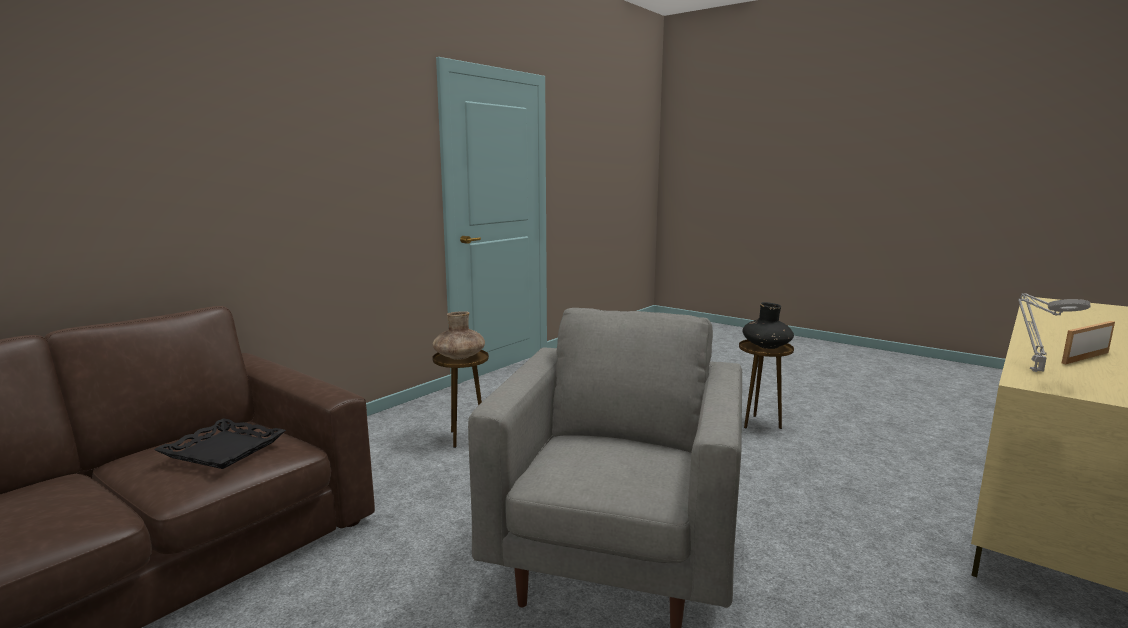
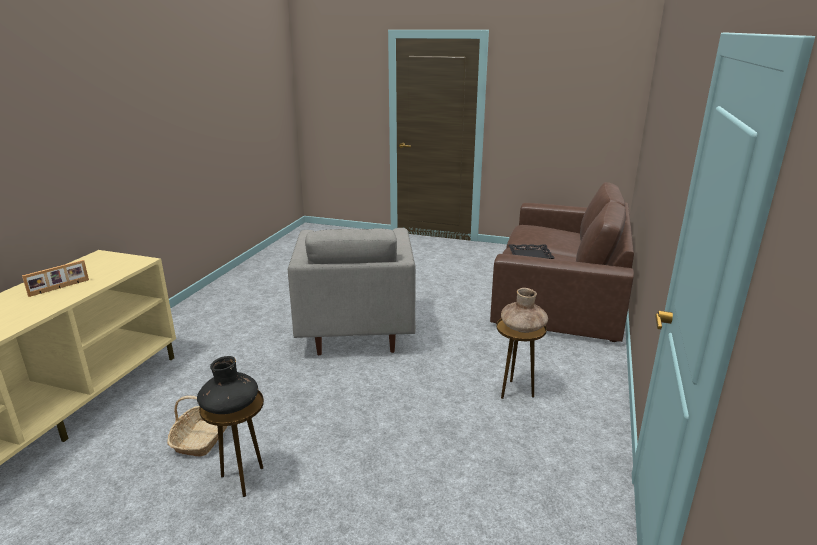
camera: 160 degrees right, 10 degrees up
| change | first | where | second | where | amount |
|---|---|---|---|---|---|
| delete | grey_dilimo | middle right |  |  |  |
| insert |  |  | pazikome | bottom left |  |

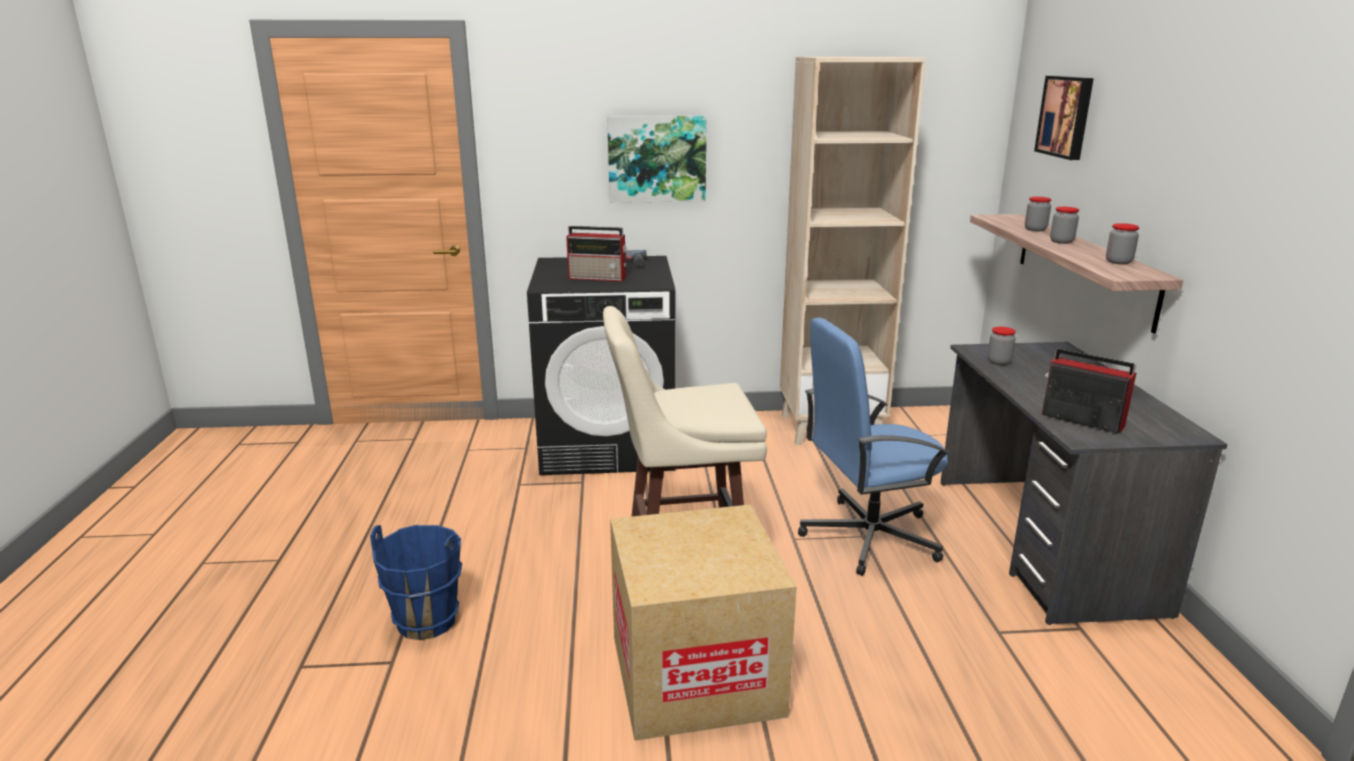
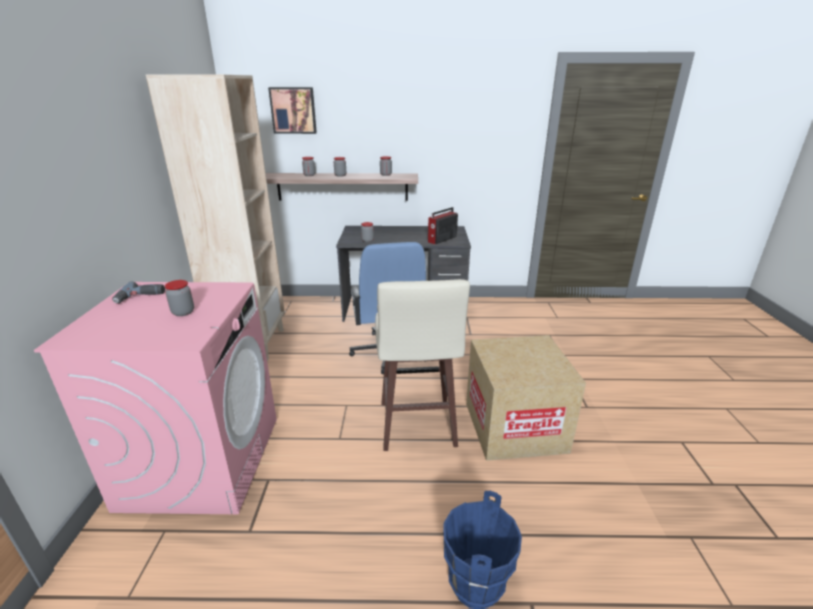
camera: 85 degrees left, 5 degrees up
| change | first | where | second | where | amount |
|---|---|---|---|---|---|
| delete | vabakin (1st from left) | top centre |  |  |  |
| replace | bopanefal (1st from left) | top centre | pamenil (1st from left) | middle left |  |
| recolor | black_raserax | centre | pink_raserax | middle left |  |

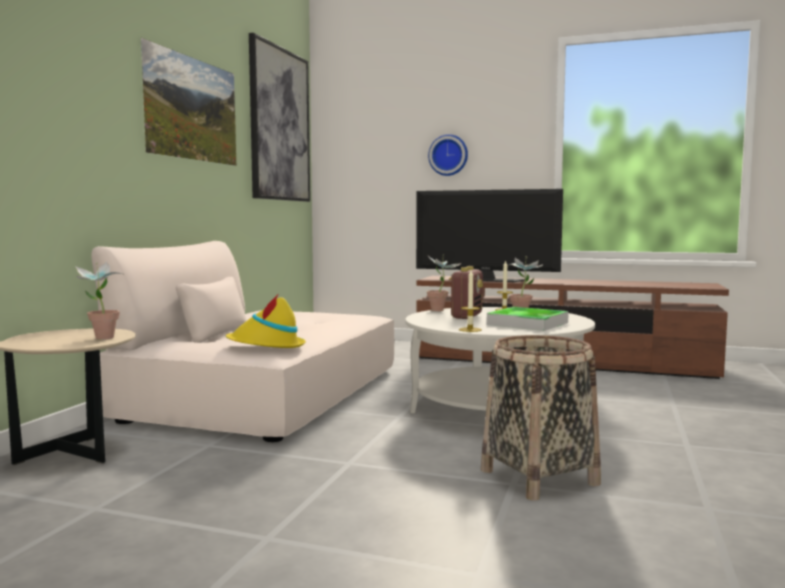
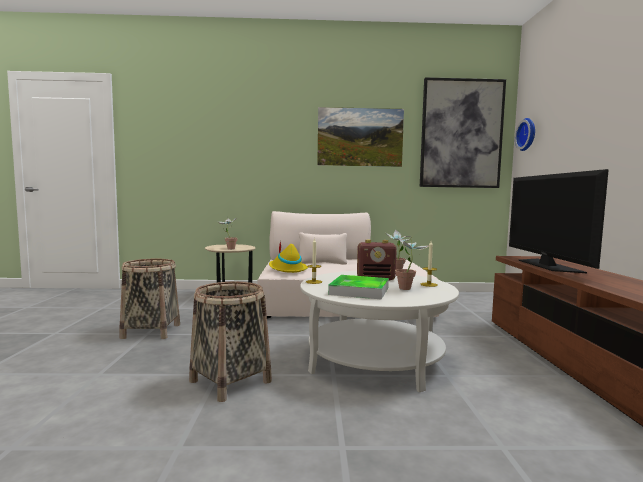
camera: 70 degrees right, 0 degrees up
| change | first | where | second | where | amount |
|---|---|---|---|---|---|
| insert |  |  | pazikome (1st from left) | middle left |  |
| move | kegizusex | top centre |  | top right |  |

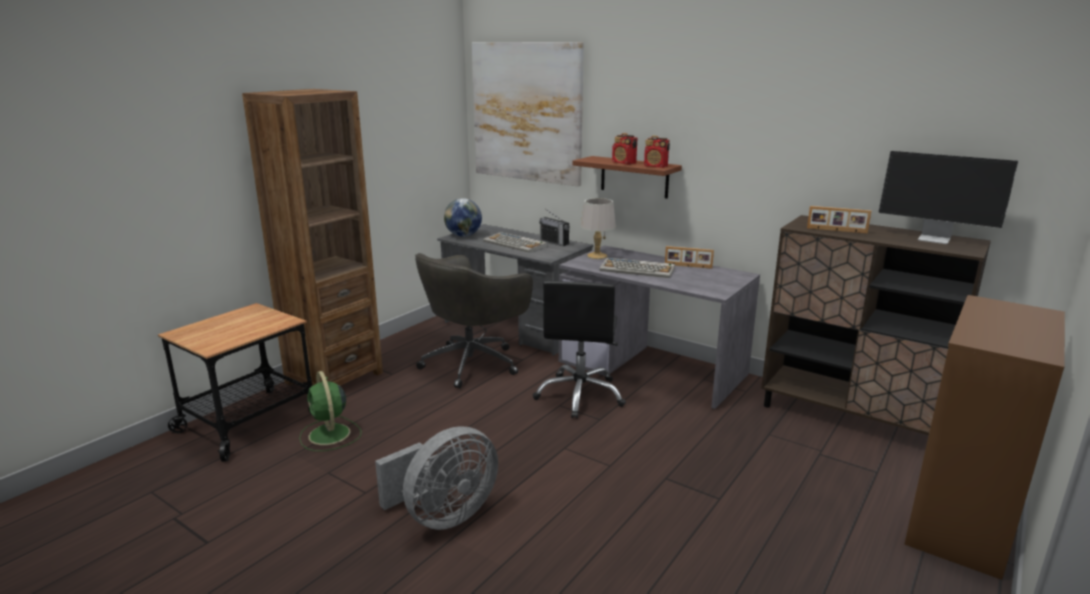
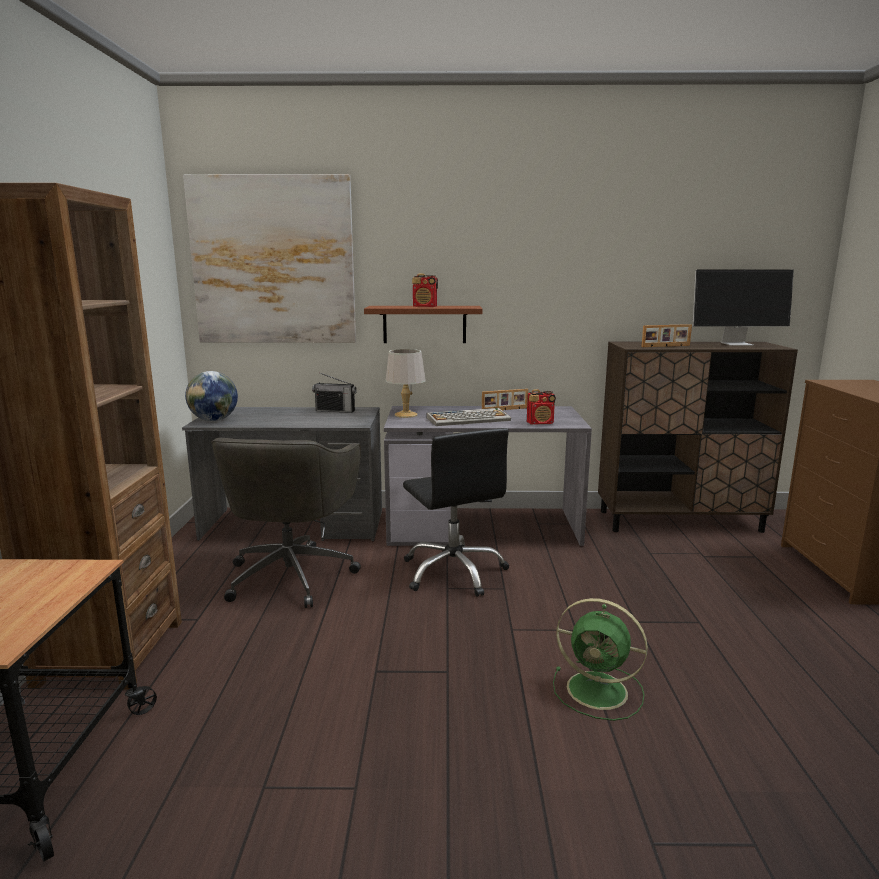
camera: 35 degrees left, 5 degrees down
| change | first | where | second | where | amount |
|---|---|---|---|---|---|
| delete | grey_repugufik | bottom centre |  |  |  |
| delete | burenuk (1st from left) | centre |  |  |  |
| move | green_repugufik | bottom left |  | bottom right |  |
| move | bopanefal (3rd from left) | top centre |  | centre |  |

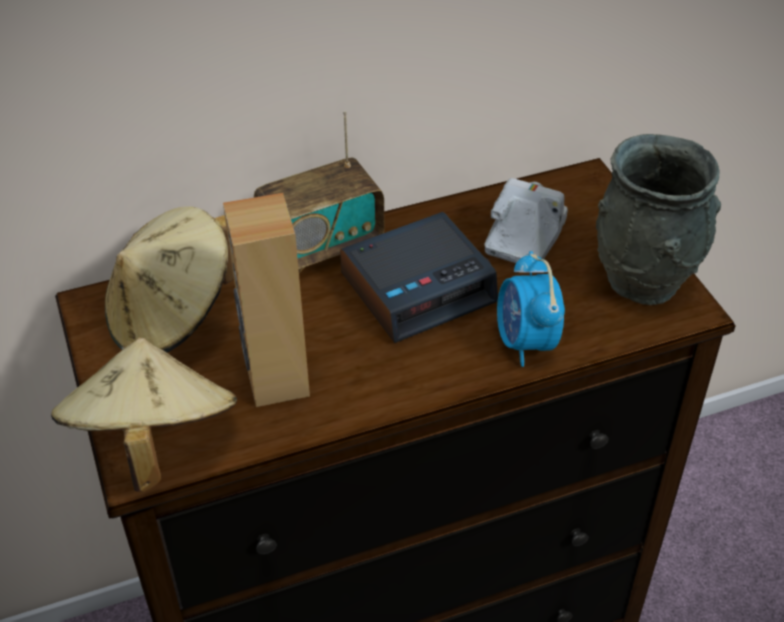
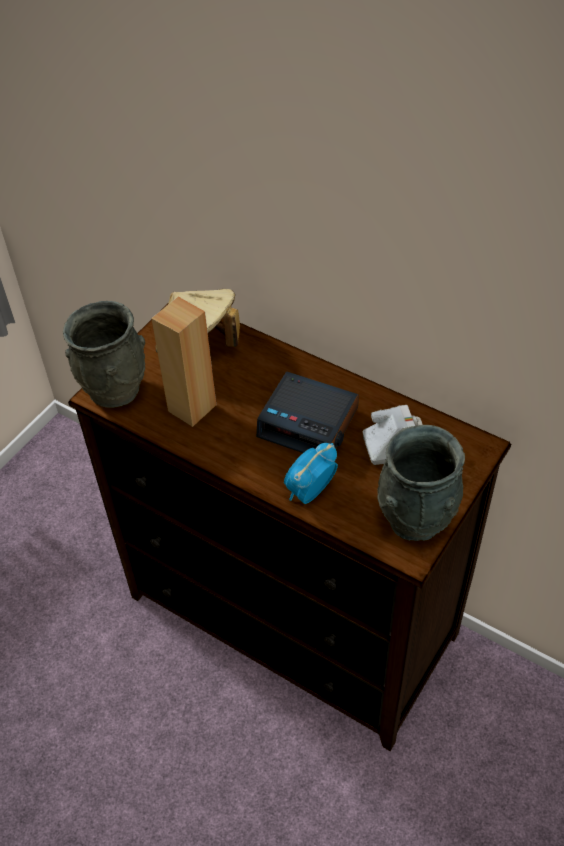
camera: 55 degrees right, 5 degrees up
| change | first | where | second | where | amount |
|---|---|---|---|---|---|
| delete | bopanefal | top centre |  |  |  |
| replace | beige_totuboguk (1st from left) | middle left | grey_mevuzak (1st from left) | middle left |  |

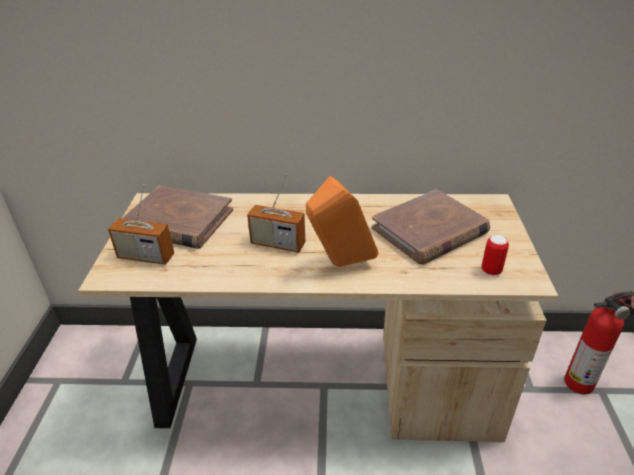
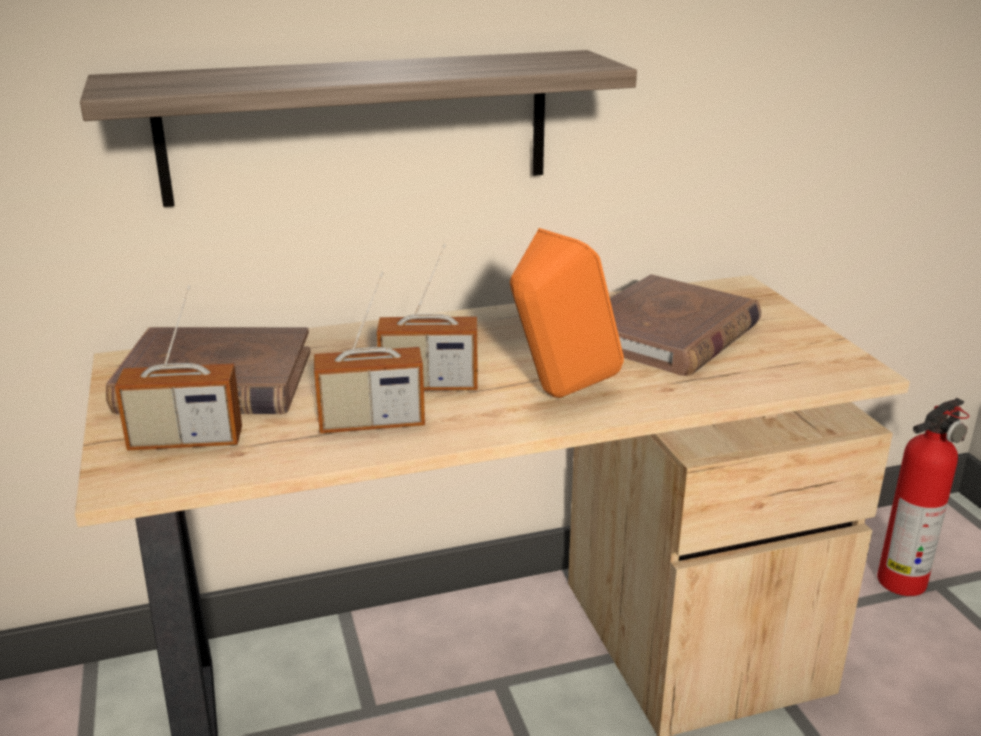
camera: 20 degrees left, 10 degrees down
| change | first | where | second | where | amount |
|---|---|---|---|---|---|
| delete | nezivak | middle right |  |  |  |
| insert |  |  | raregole | top centre |  |
| insert |  |  | bopanefal (2nd from left) | centre |  |

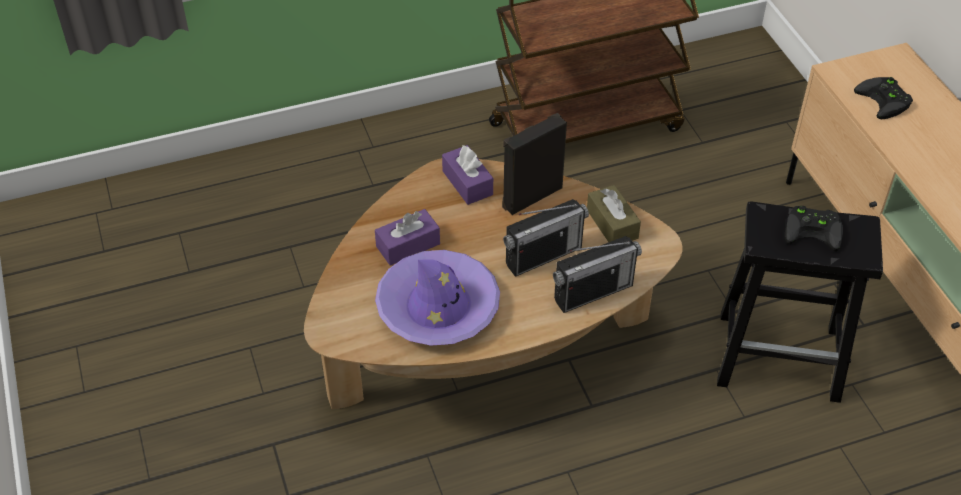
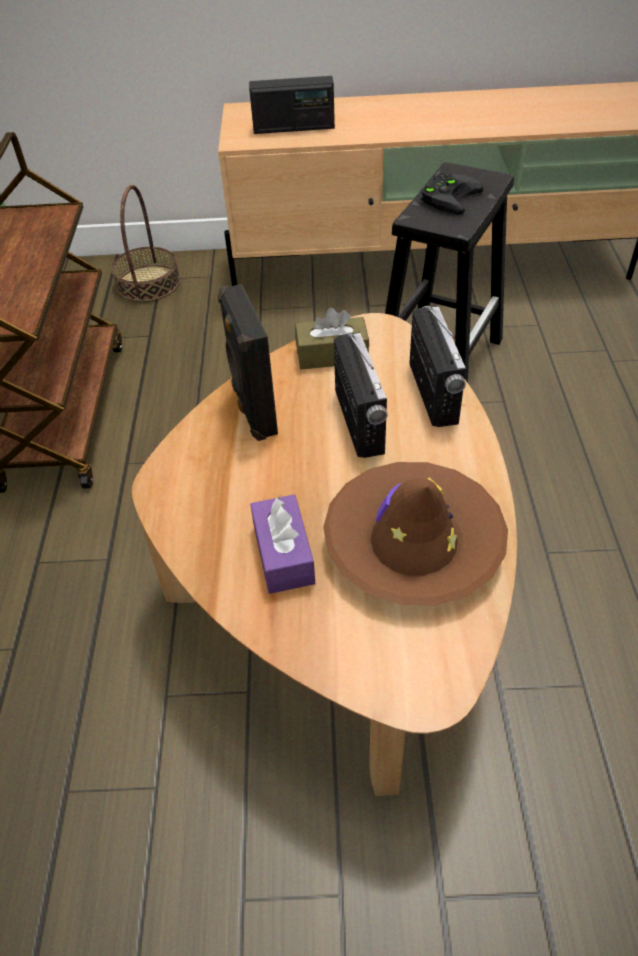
camera: 70 degrees left, 0 degrees up
| change | first | where | second | where | amount |
|---|---|---|---|---|---|
| delete | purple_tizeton (2nd from left) | centre |  |  |  |
| insert |  |  | pazikome | top left |  |
| replace | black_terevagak (2nd from left) | top right | bopanefal (1st from left) | top centre |  |
| recolor | purple_totuboguk | centre | brown_totuboguk | centre |  |

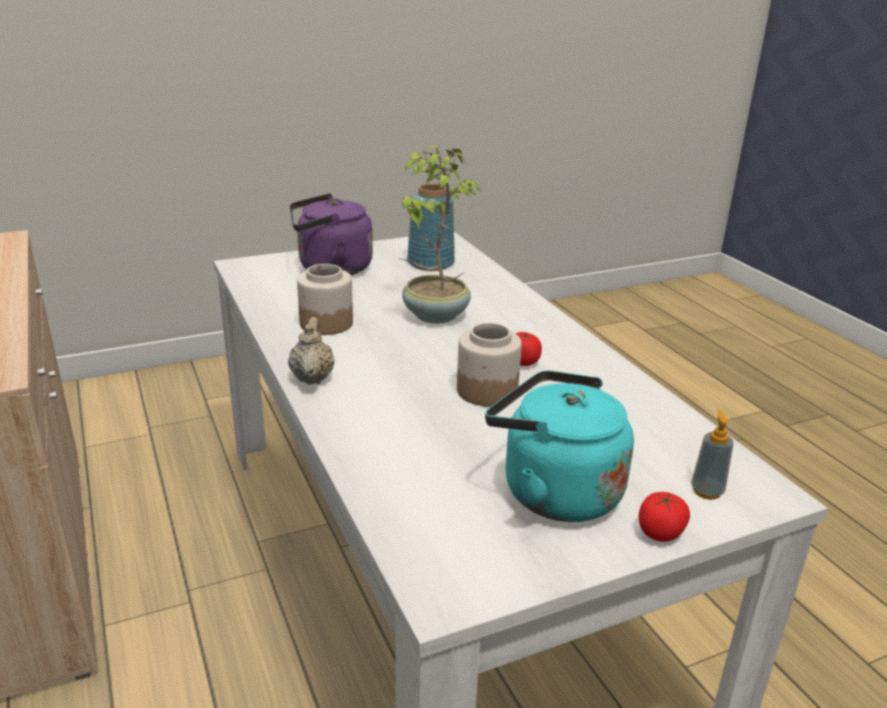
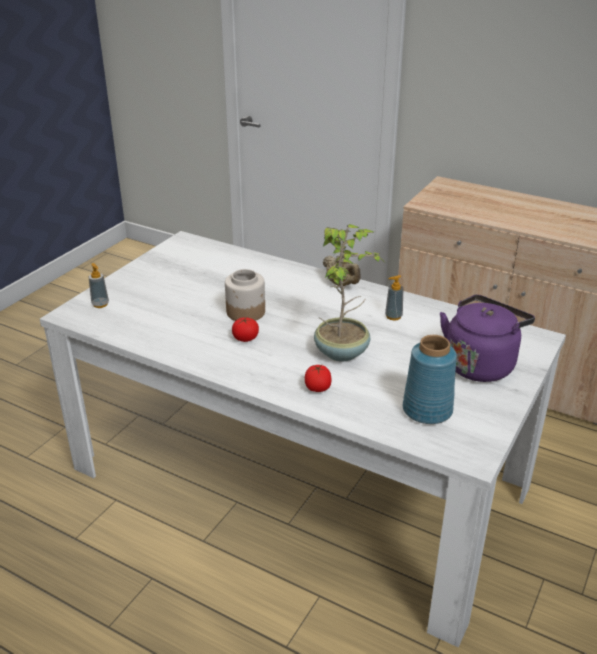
camera: 145 degrees right, 5 degrees up
| change | first | where | second | where | amount |
|---|---|---|---|---|---|
| delete | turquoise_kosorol | centre |  |  |  |
| move | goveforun (2nd from left) | bottom right |  | centre |  |
| replace | pamenil (1st from left) | centre | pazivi (2nd from left) | centre |  |

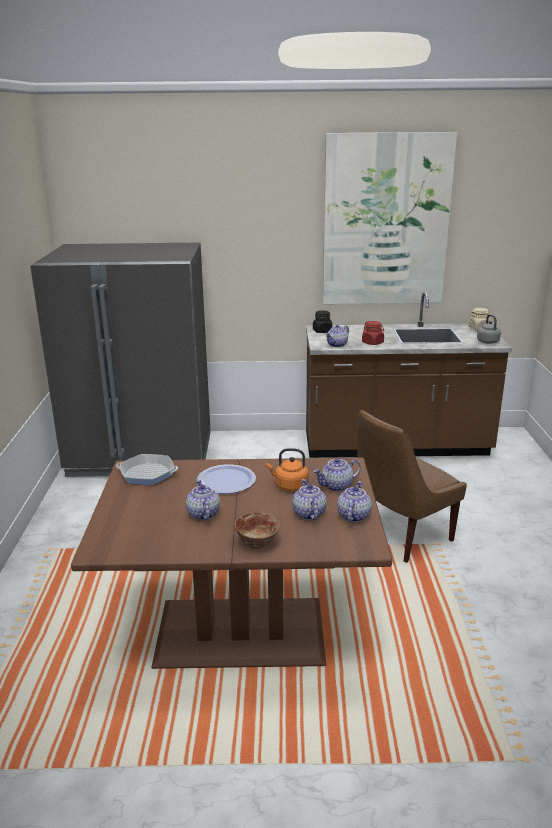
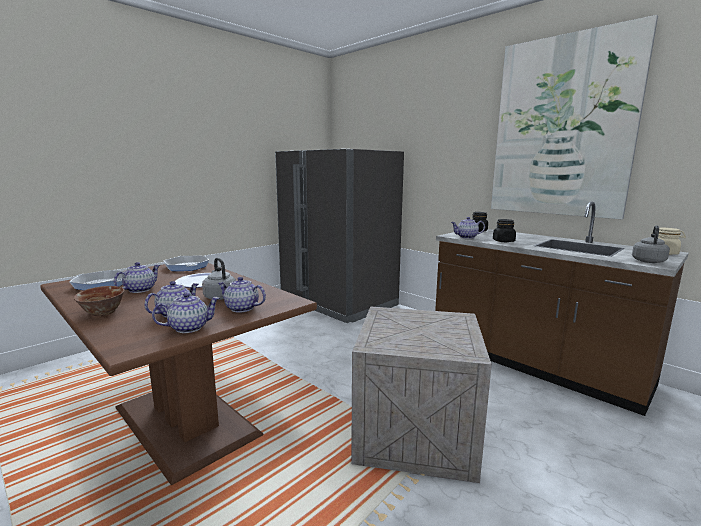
camera: 45 degrees right, 10 degrees down
| change | first | where | second | where | amount |
|---|---|---|---|---|---|
| insert |  |  | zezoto (1st from left) | middle left |  |
| replace | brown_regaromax | middle right | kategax | bottom centre |  |
| recolor | orange_kosorol | centre | grey_kosorol (1st from left) | middle left |  |
| recolor | red_pamenil | middle right | black_pamenil (2nd from left) | middle right |  |

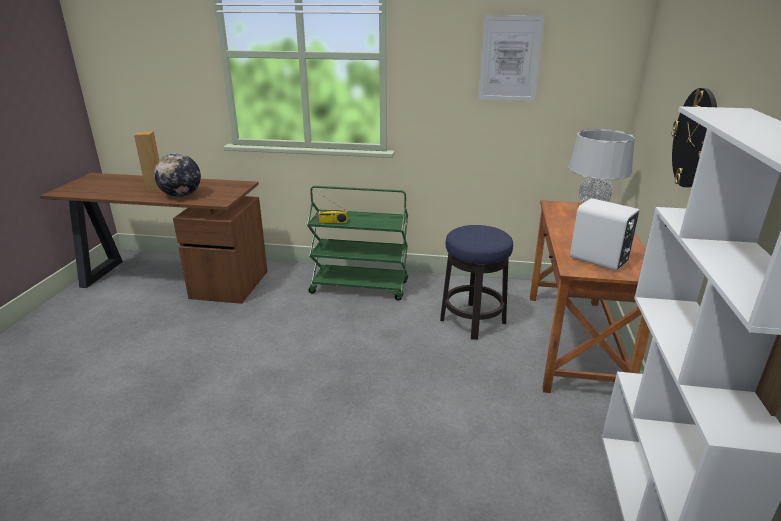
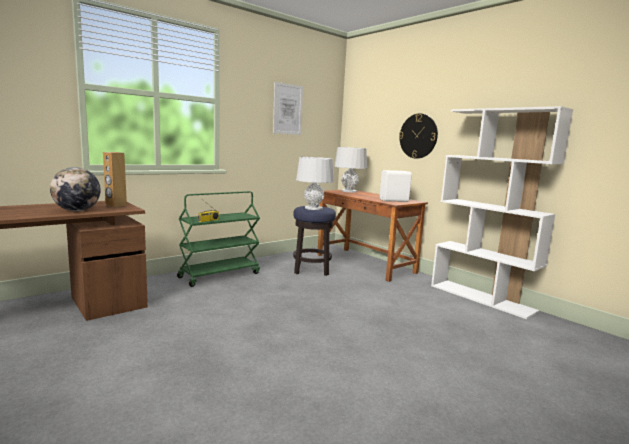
camera: 50 degrees left, 15 degrees down
| change | first | where | second | where | amount |
|---|---|---|---|---|---|
| insert |  |  | grey_dilimo (1st from left) | centre |  |
| move | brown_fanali | top left |  | middle left |  |

